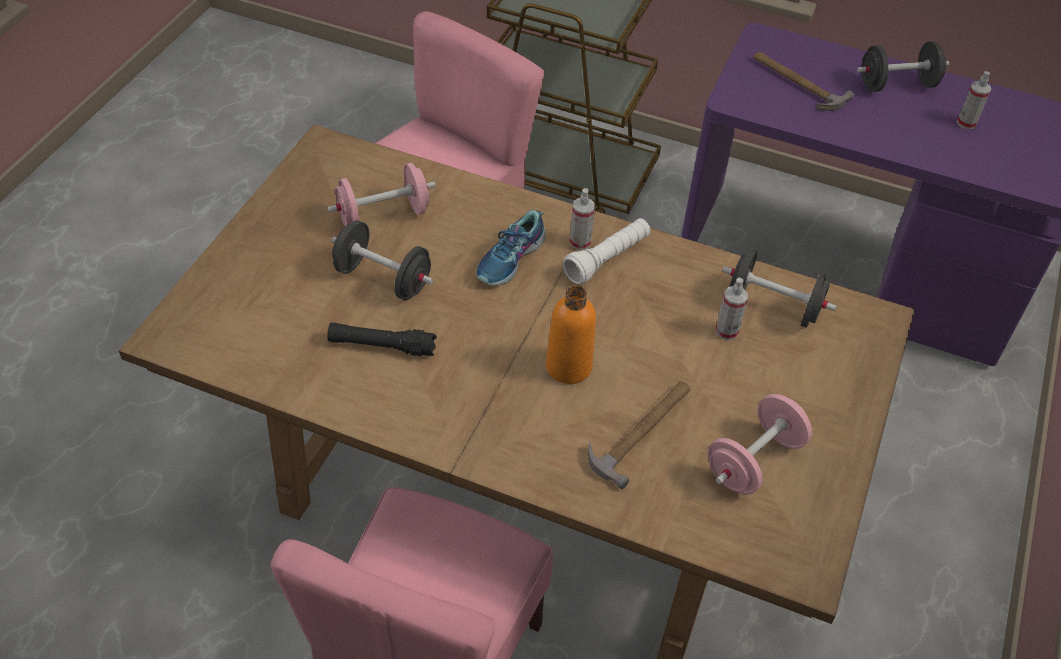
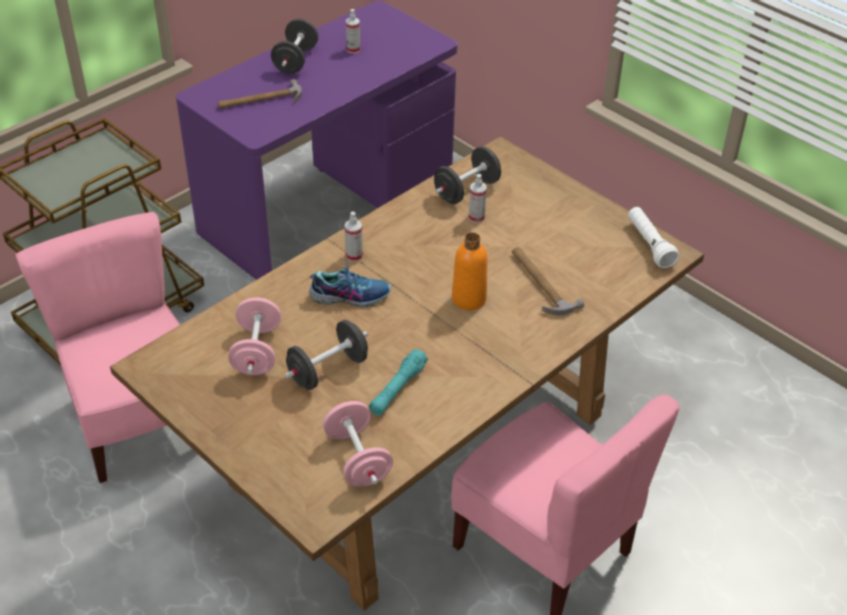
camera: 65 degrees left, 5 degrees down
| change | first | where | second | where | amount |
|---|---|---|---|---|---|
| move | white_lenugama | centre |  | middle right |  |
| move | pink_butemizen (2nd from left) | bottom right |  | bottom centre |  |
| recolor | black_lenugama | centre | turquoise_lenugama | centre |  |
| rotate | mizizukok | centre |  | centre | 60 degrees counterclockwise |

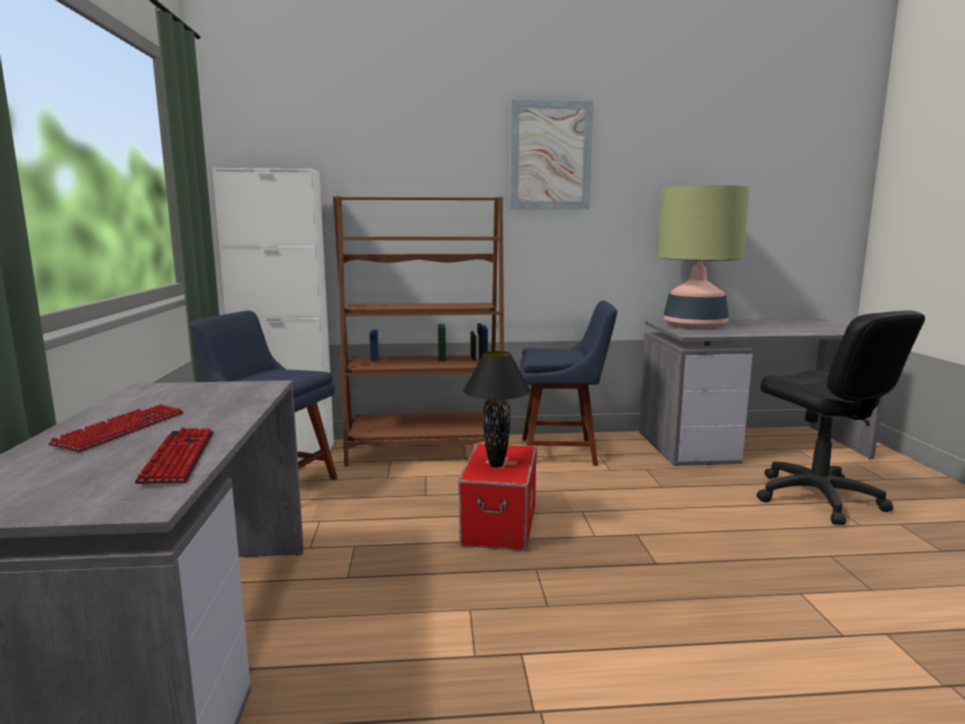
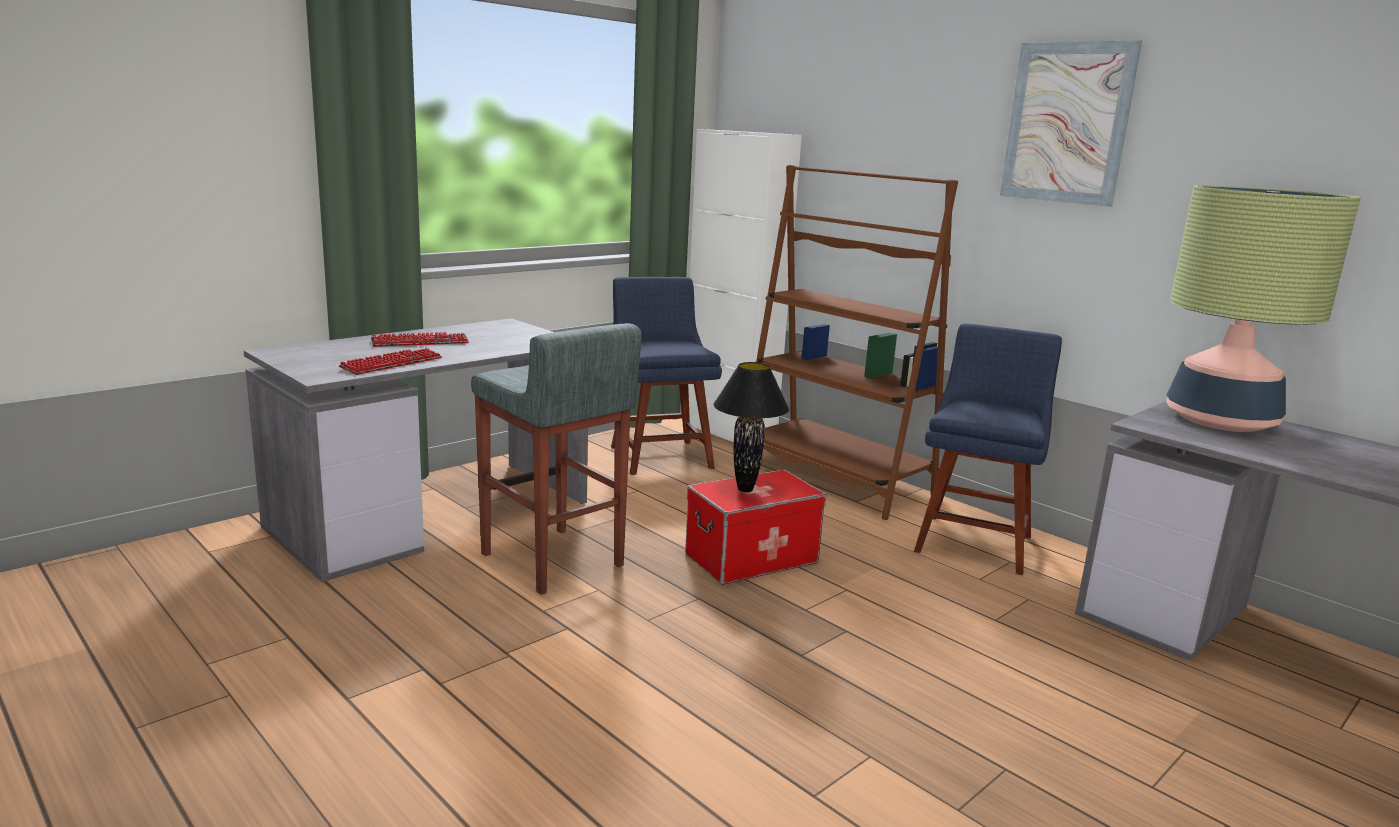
camera: 50 degrees right, 5 degrees up
| change | first | where | second | where | amount |
|---|---|---|---|---|---|
| delete | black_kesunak | middle right |  |  |  |
| insert |  |  | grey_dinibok | centre |  |
| rotate | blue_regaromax (2nd from left) | centre |  | middle right | 120 degrees counterclockwise |

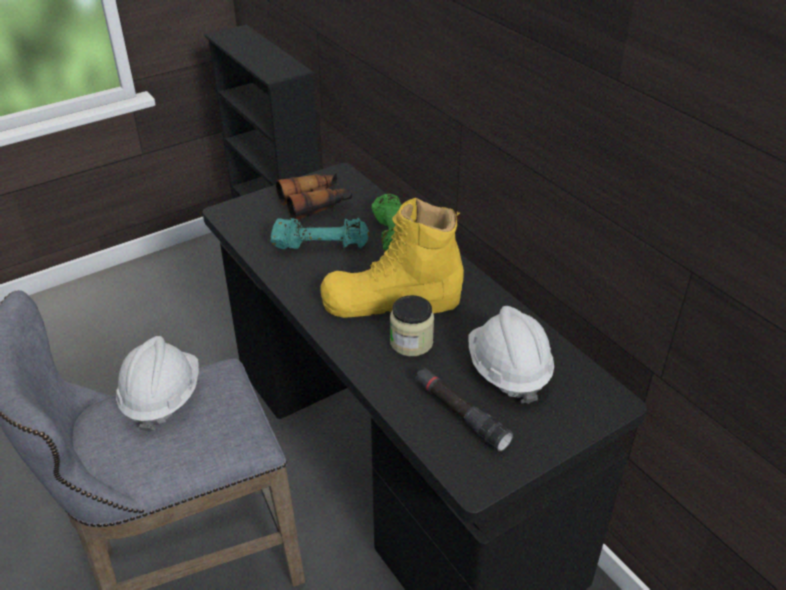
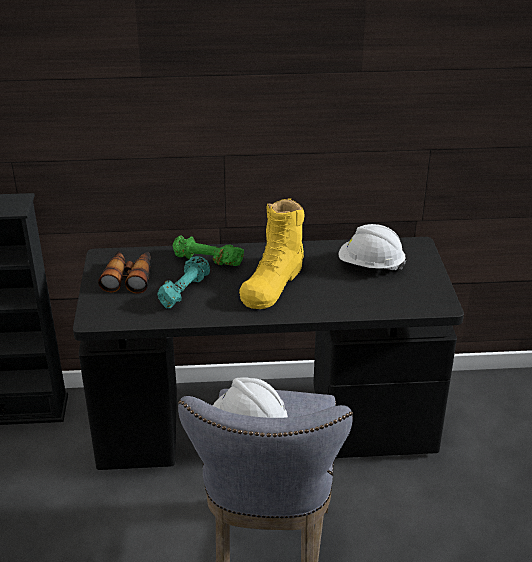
camera: 60 degrees left, 5 degrees down
| change | first | where | second | where | amount |
|---|---|---|---|---|---|
| delete | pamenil | centre |  |  |  |
| delete | black_lenugama | bottom centre |  |  |  |

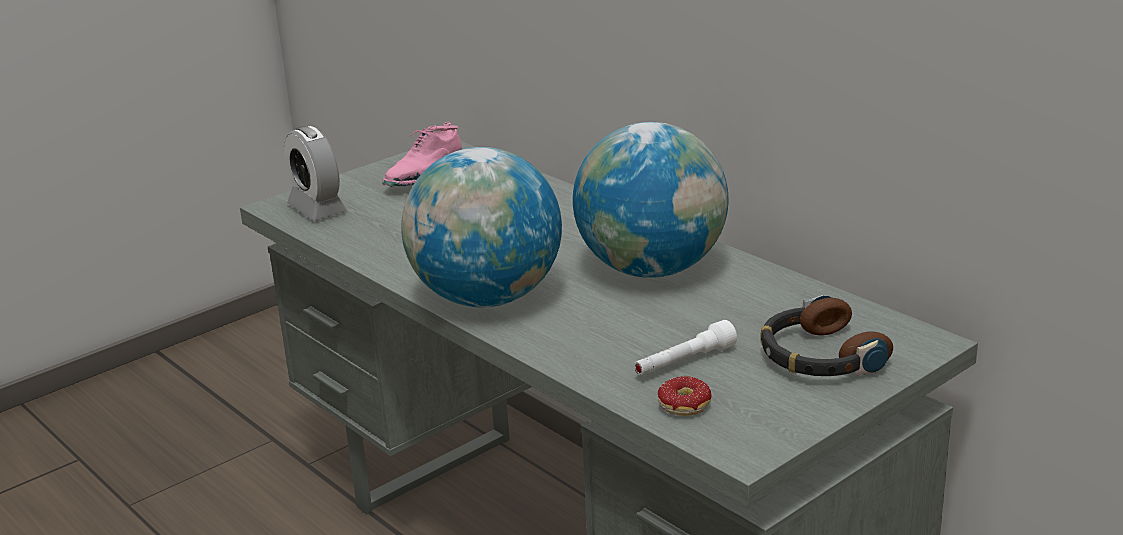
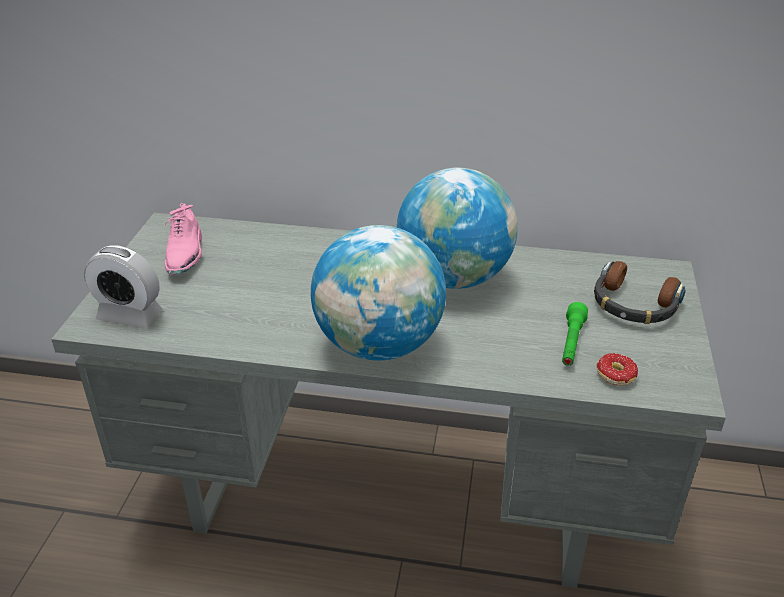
camera: 40 degrees left, 10 degrees up
| change | first | where | second | where | amount |
|---|---|---|---|---|---|
| recolor | white_lenugama | centre | green_lenugama | middle right |  |

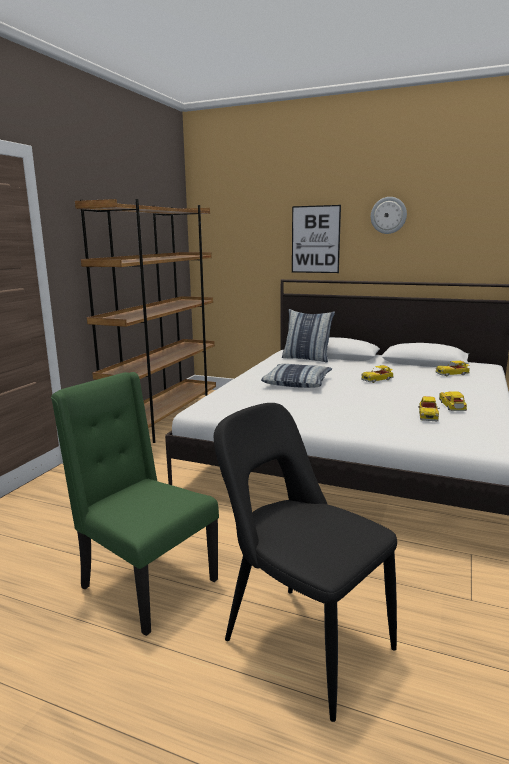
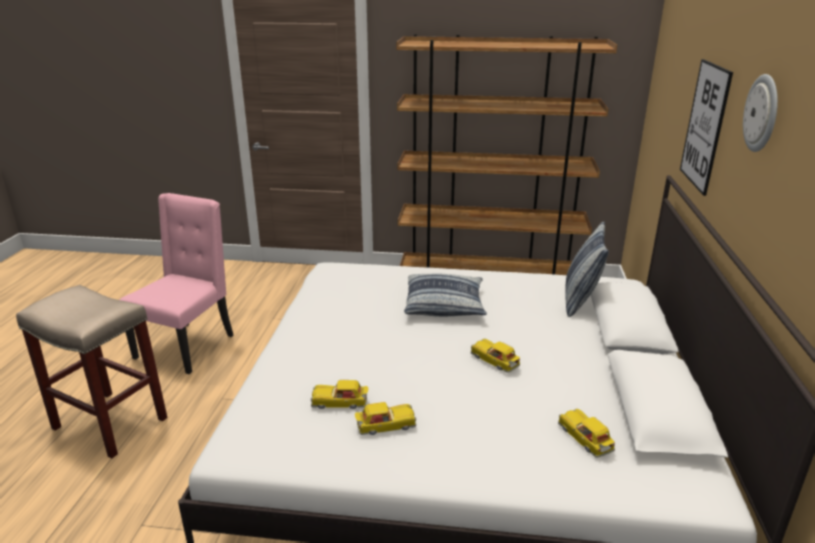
camera: 75 degrees right, 10 degrees up
| change | first | where | second | where | amount |
|---|---|---|---|---|---|
| replace | black_regaromax | bottom centre | beige_dinibok | bottom left |  |
| recolor | green_regaromax | middle left | pink_regaromax | middle left |  |

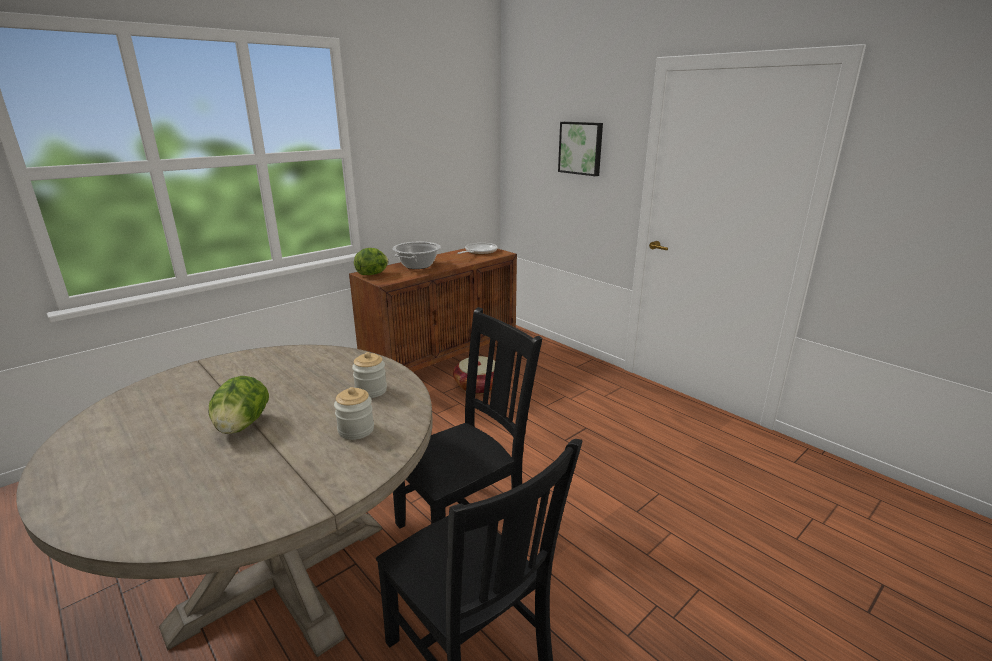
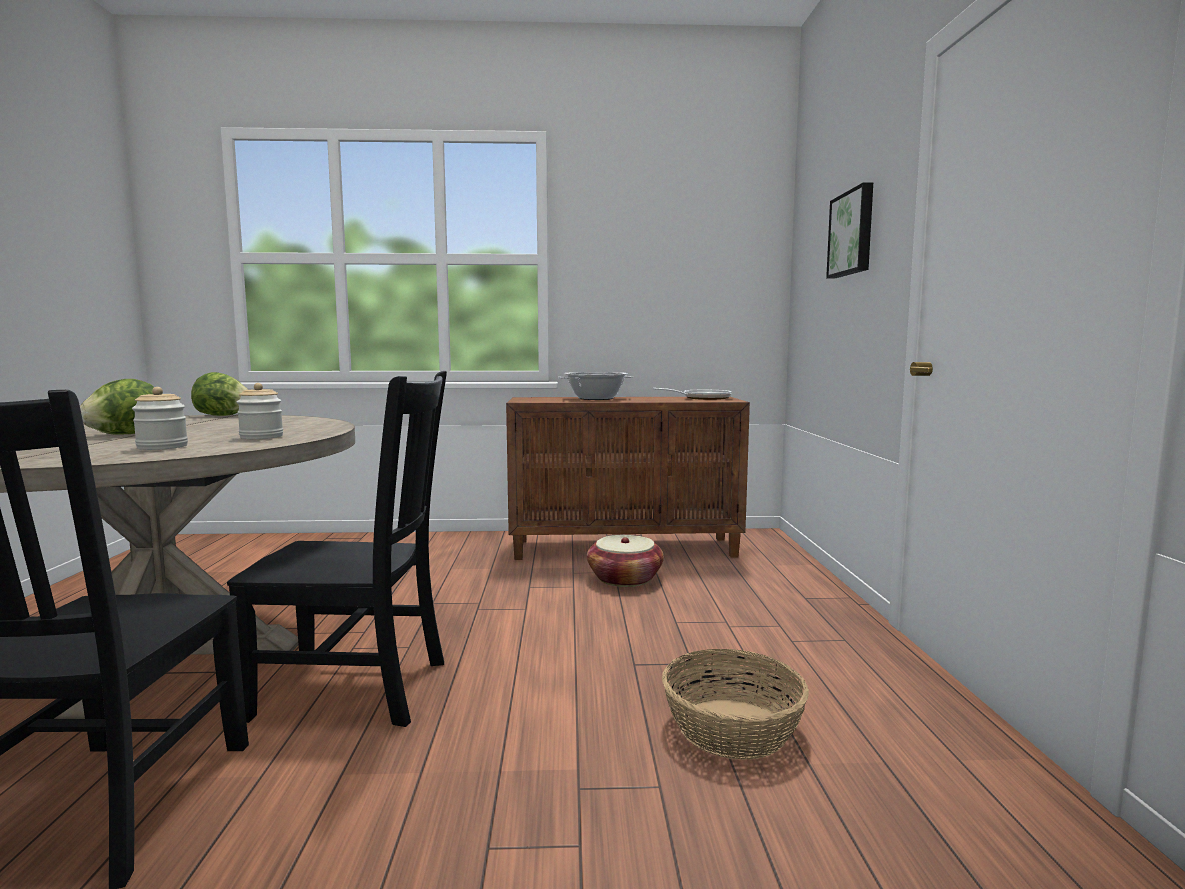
camera: 40 degrees right, 15 degrees down
| change | first | where | second | where | amount |
|---|---|---|---|---|---|
| insert |  |  | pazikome (2nd from left) | bottom centre |  |
| move | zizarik (2nd from left) | centre |  | middle left |  |

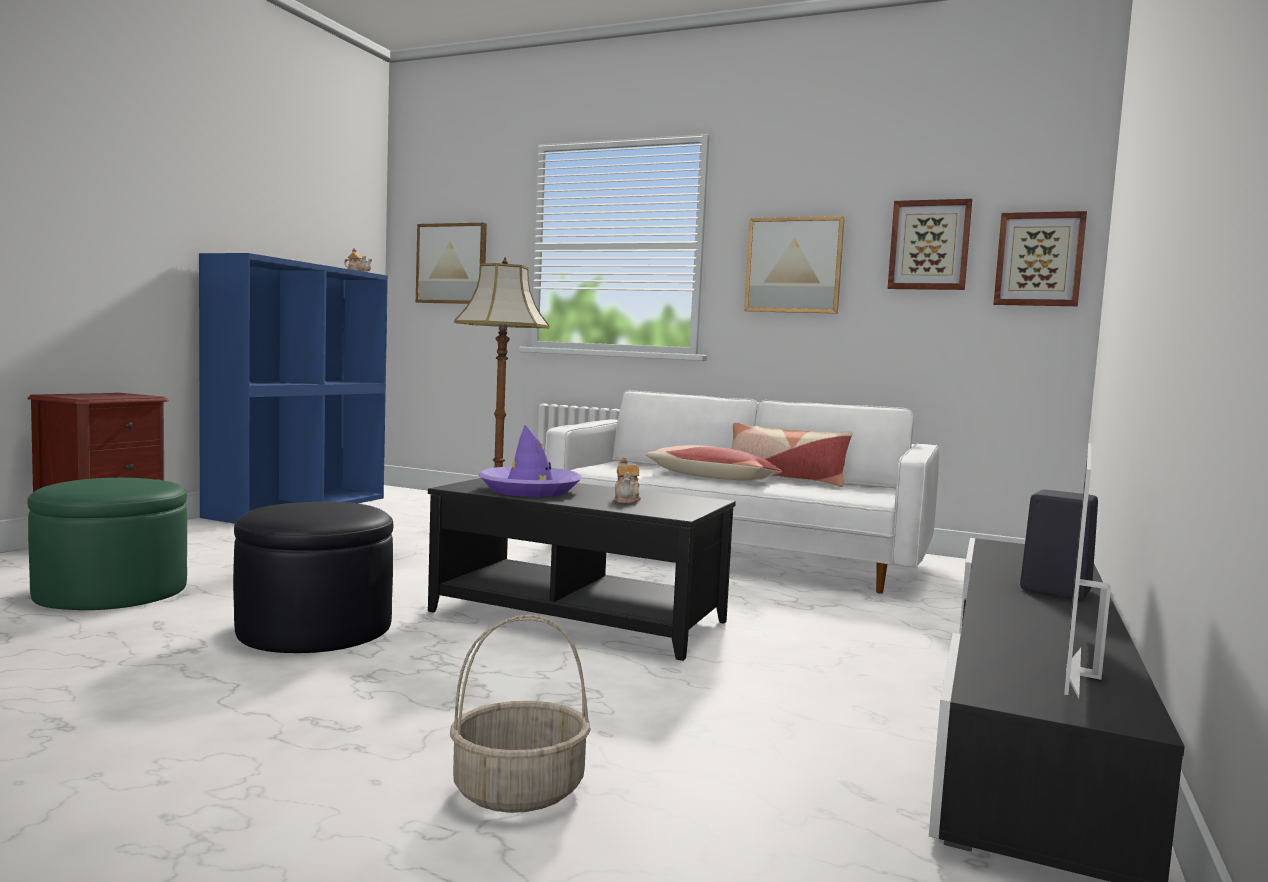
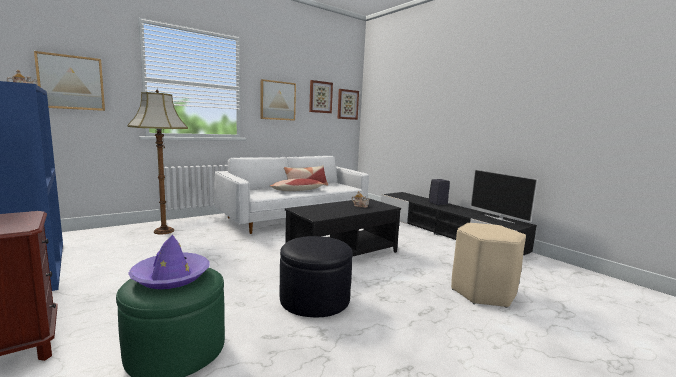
camera: 60 degrees left, 5 degrees up
| change | first | where | second | where | amount |
|---|---|---|---|---|---|
| move | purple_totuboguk | centre |  | bottom left |  |
| replace | pazikome | bottom centre | beige_dinibok | bottom right |  |

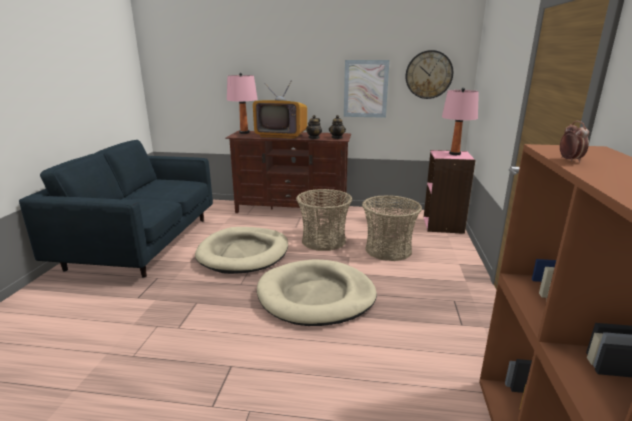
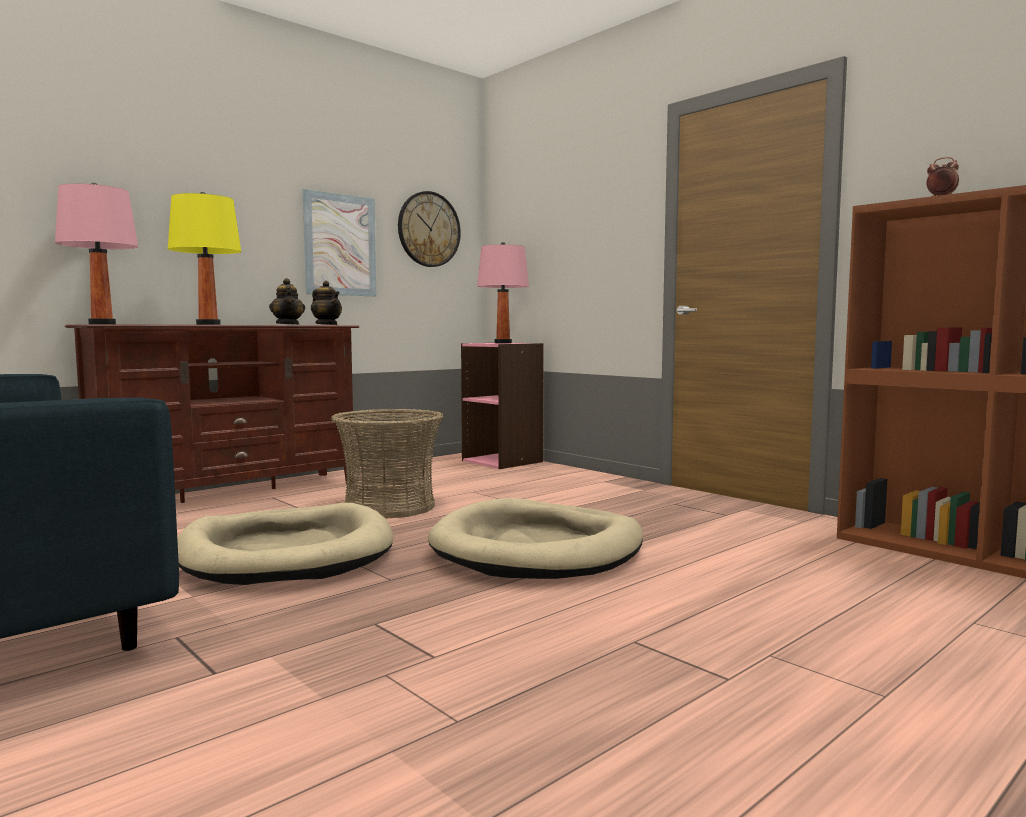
camera: 50 degrees left, 15 degrees down
| change | first | where | second | where | amount |
|---|---|---|---|---|---|
| delete | pazikome (2nd from left) | centre |  |  |  |
| replace | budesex | top centre | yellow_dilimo | top left |  |

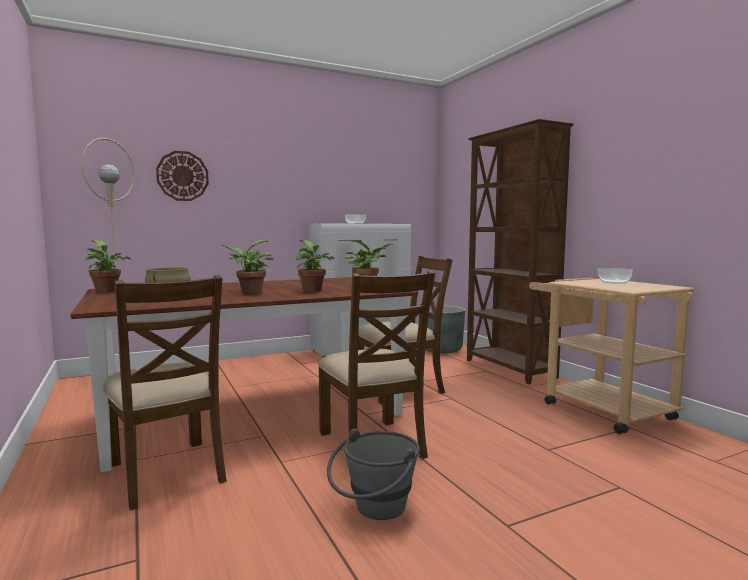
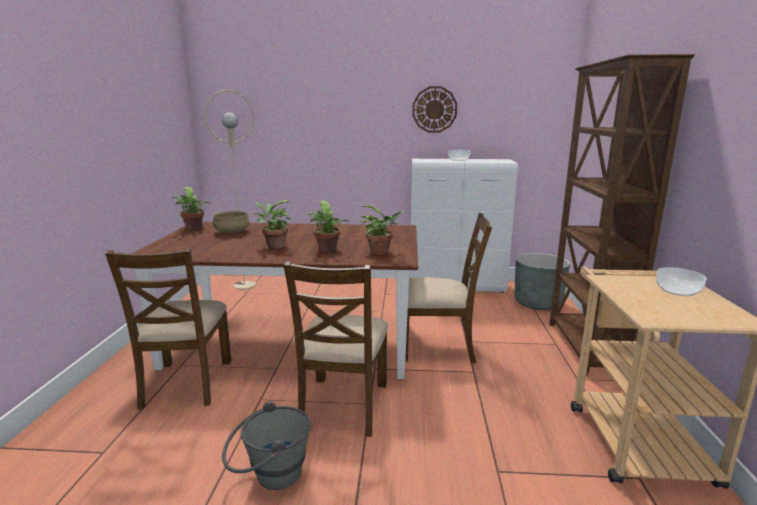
camera: 30 degrees right, 10 degrees up
| change | first | where | second | where | amount |
|---|---|---|---|---|---|
| move | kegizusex | top left |  | top centre |  |

